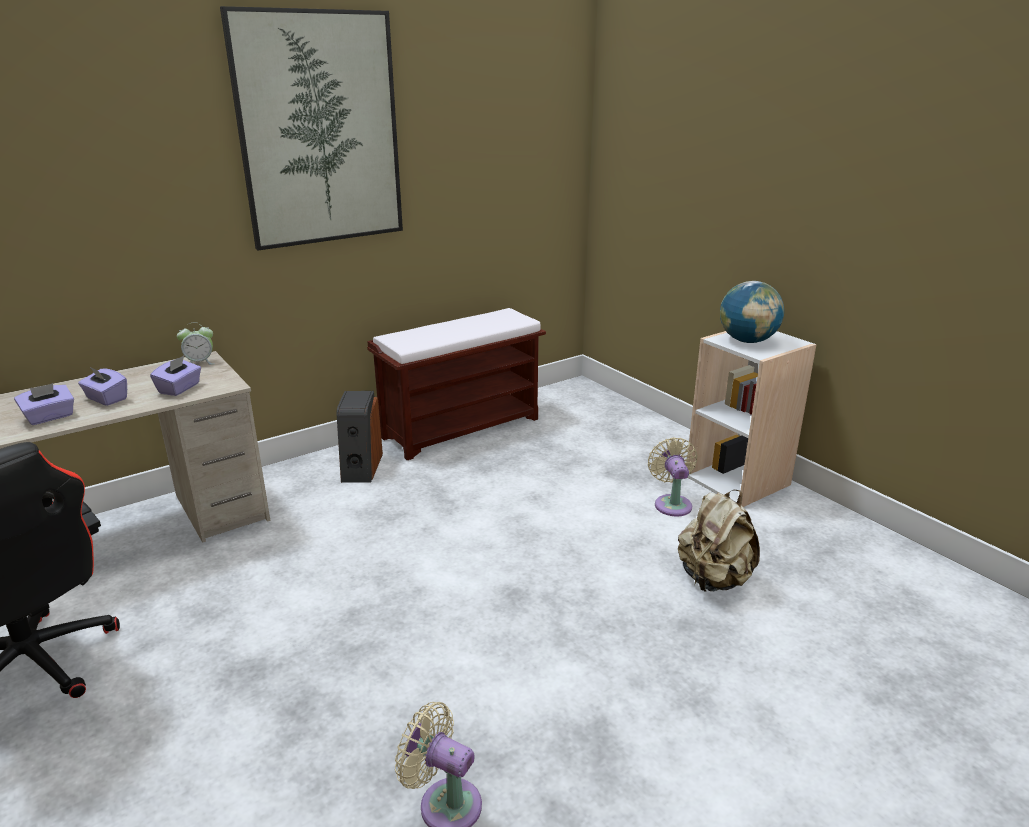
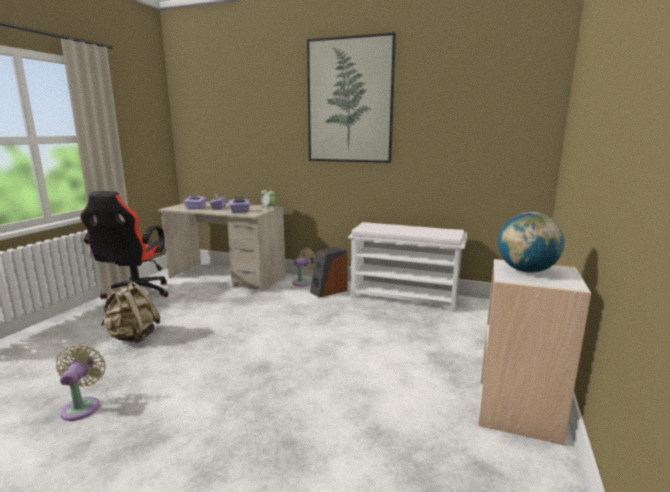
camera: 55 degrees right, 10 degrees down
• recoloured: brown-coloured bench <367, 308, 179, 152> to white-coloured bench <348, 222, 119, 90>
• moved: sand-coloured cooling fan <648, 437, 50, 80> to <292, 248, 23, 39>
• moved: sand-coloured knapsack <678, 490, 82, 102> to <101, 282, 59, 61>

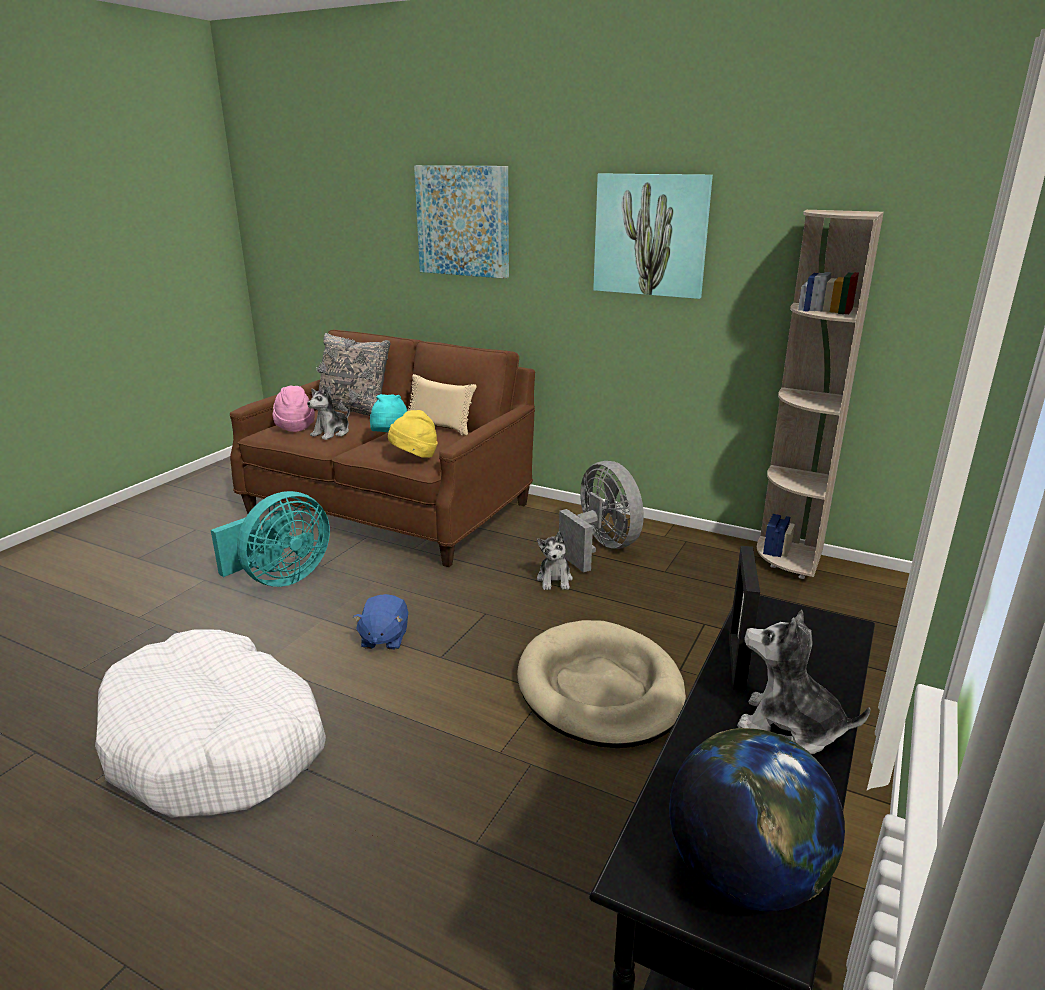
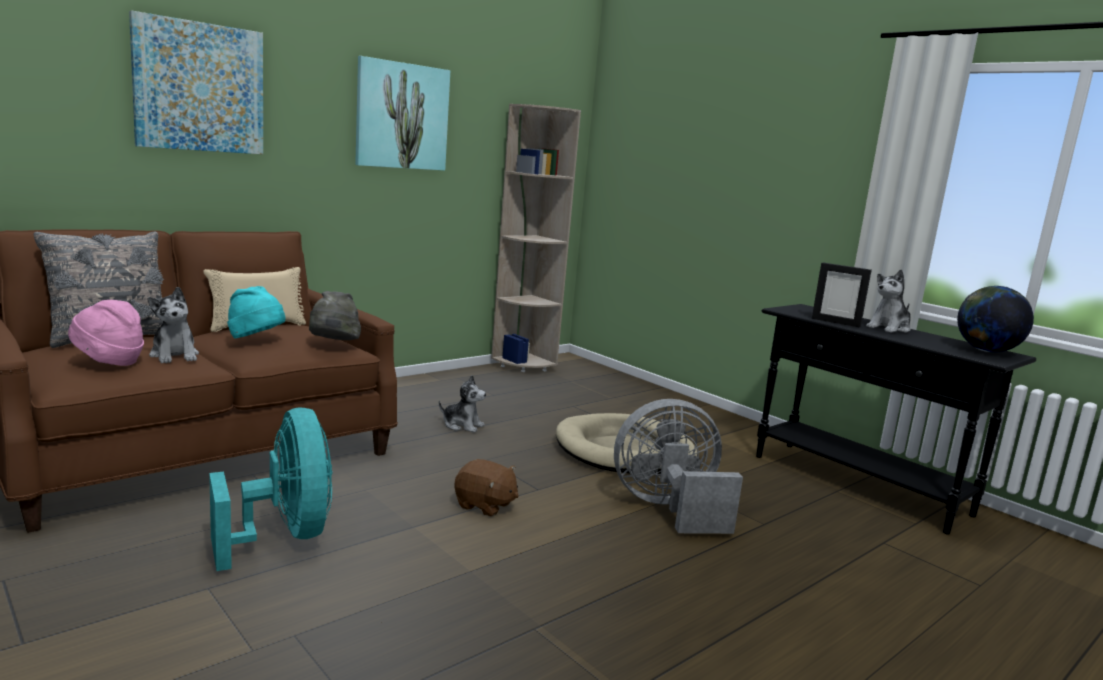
camera: 70 degrees left, 10 degrees down
• removed: white-coloured dog cushion <95, 629, 231, 189>
• recoloured: blue-coloured cuddly toy <353, 594, 55, 56> to brown-coloured cuddly toy <455, 459, 64, 58>
• recoloured: yellow wearable hat <388, 410, 50, 48> to grey wearable hat <309, 291, 52, 49>
• moved: grey cooling fan <559, 461, 85, 112> to <614, 399, 129, 135>

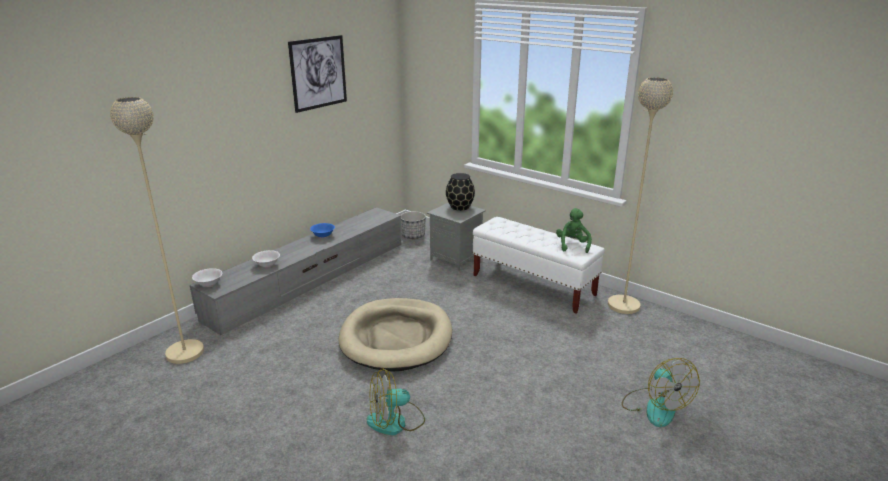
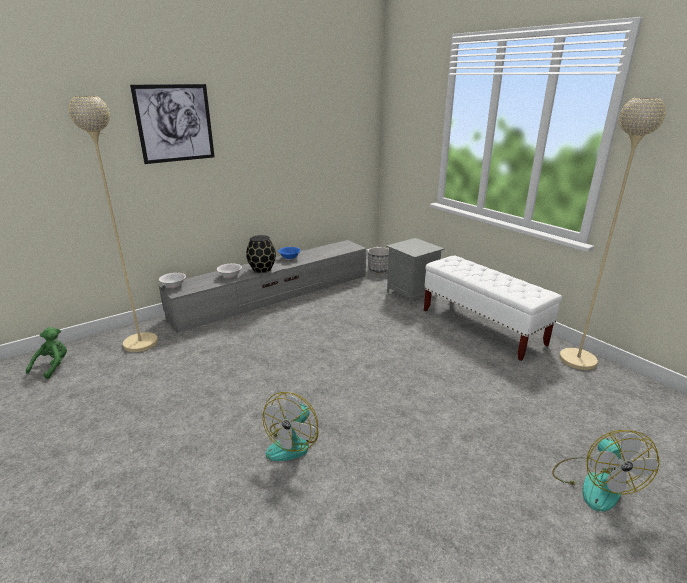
camera: 15 degrees right, 0 degrees up
• moved: wall art <288, 35, 59, 78> to <130, 84, 85, 80>
• removed: sand-coloured dog cushion <338, 298, 114, 74>
• turned: cooling fan <366, 368, 59, 67> = <263, 392, 55, 69> 60 degrees counterclockwise
• moved: blackish flower vase <446, 173, 29, 38> to <246, 235, 30, 38>
• moved: greenish cuddly toy <556, 208, 36, 45> to <26, 327, 41, 52>

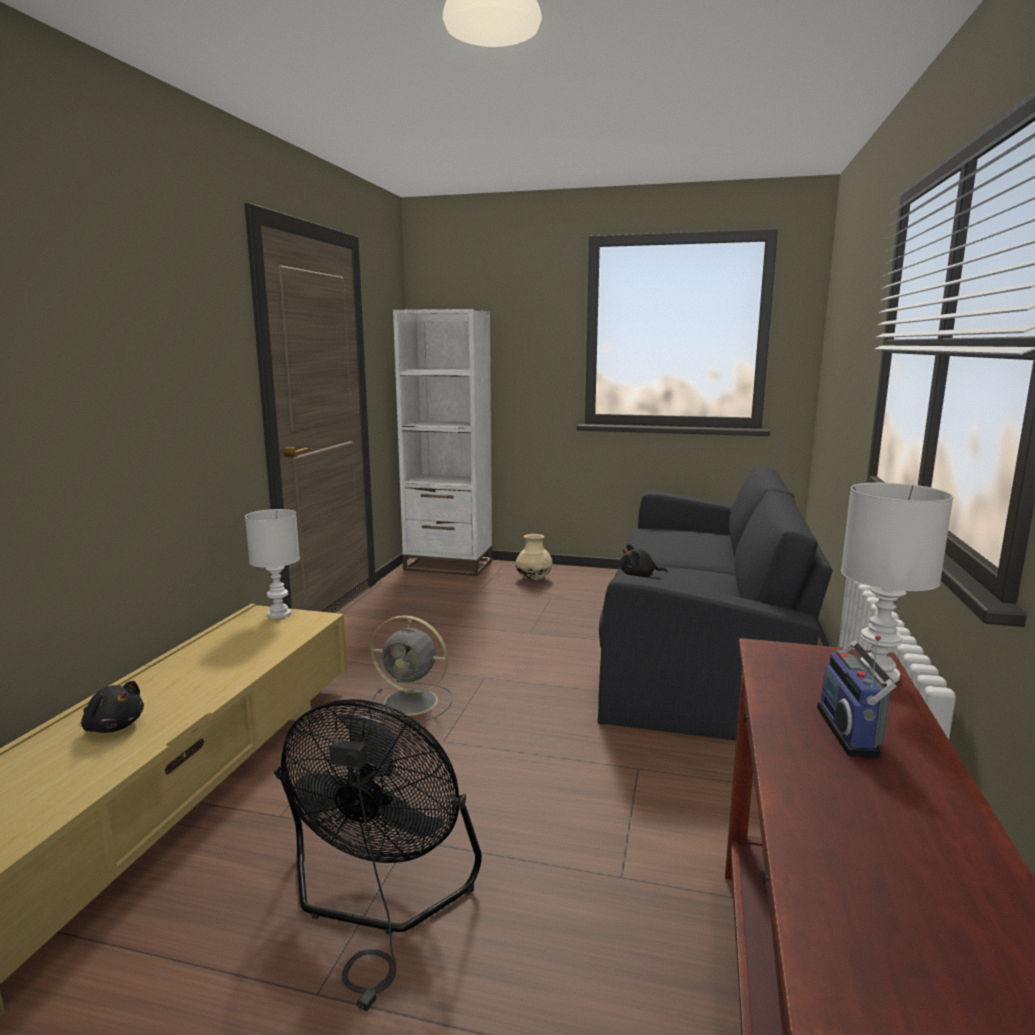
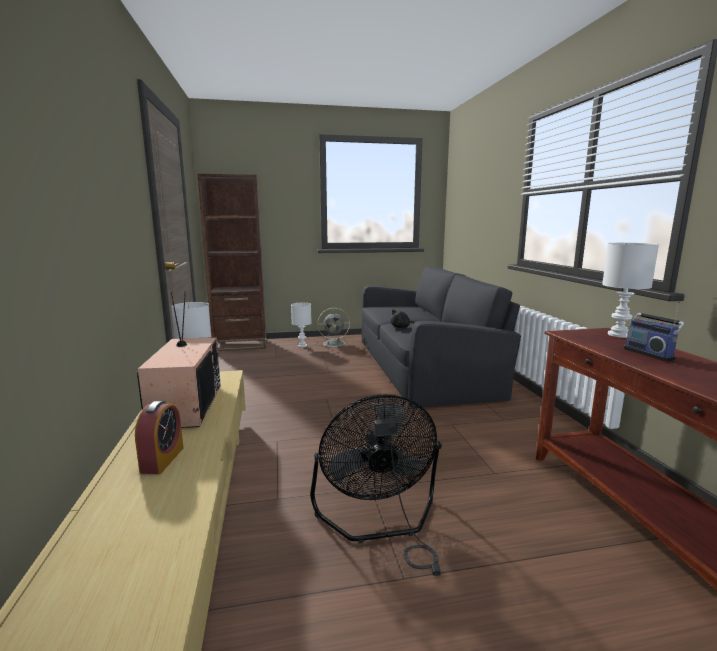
camera: 25 degrees left, 0 degrees up
• replaced: blackish cuddly toy <81, 681, 63, 52> to bedside clock <135, 401, 48, 73>
• moved: grey cooling fan <371, 615, 82, 107> to <317, 308, 33, 40>
• recoloured: white-coloured bookcase <393, 309, 100, 267> to brown-coloured bookcase <198, 174, 69, 177>
• replaced: sand-coloured flower vase <515, 534, 38, 46> to white-coloured lamp for a table <291, 303, 21, 44>
• added: TV set <137, 291, 84, 137>

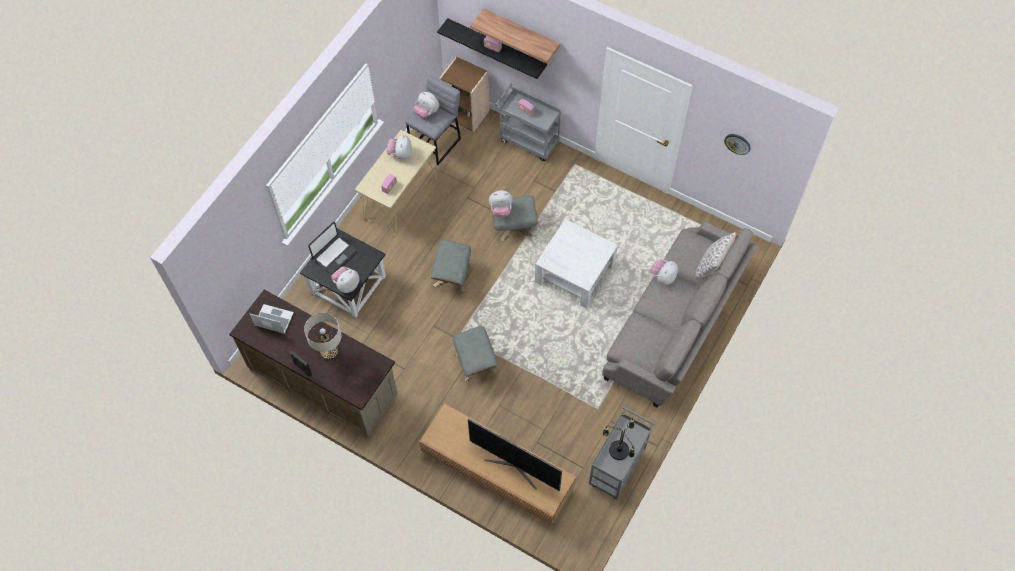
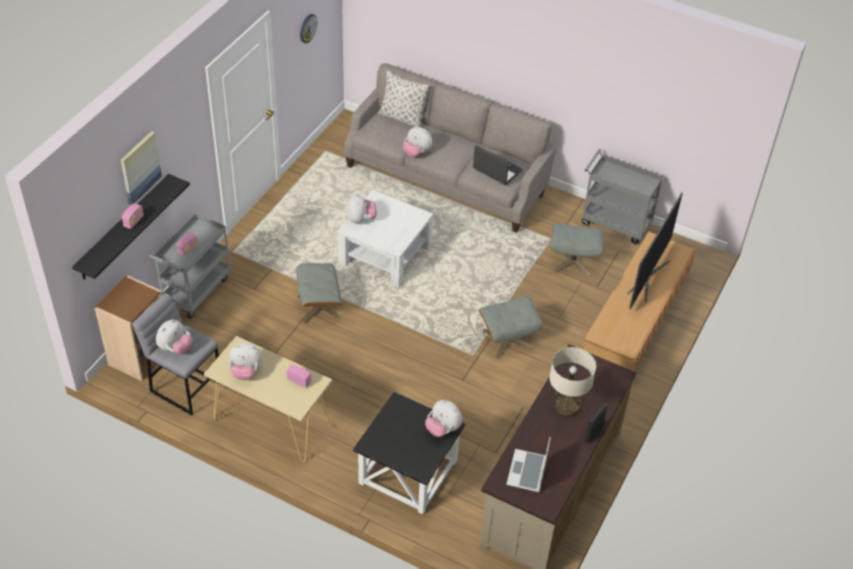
camera: 95 degrees left, 15 degrees down
• moved: notebook computer <308, 222, 49, 52> to <473, 145, 50, 40>
• moved: grey ottoman <431, 240, 40, 52> to <550, 224, 54, 53>
• replaced: bracket shelf <470, 8, 90, 56> to wall art <120, 131, 42, 74>
• moved: cuddly toy <489, 190, 24, 27> to <347, 193, 30, 31>
• removed: lamp for a table <603, 418, 32, 42>

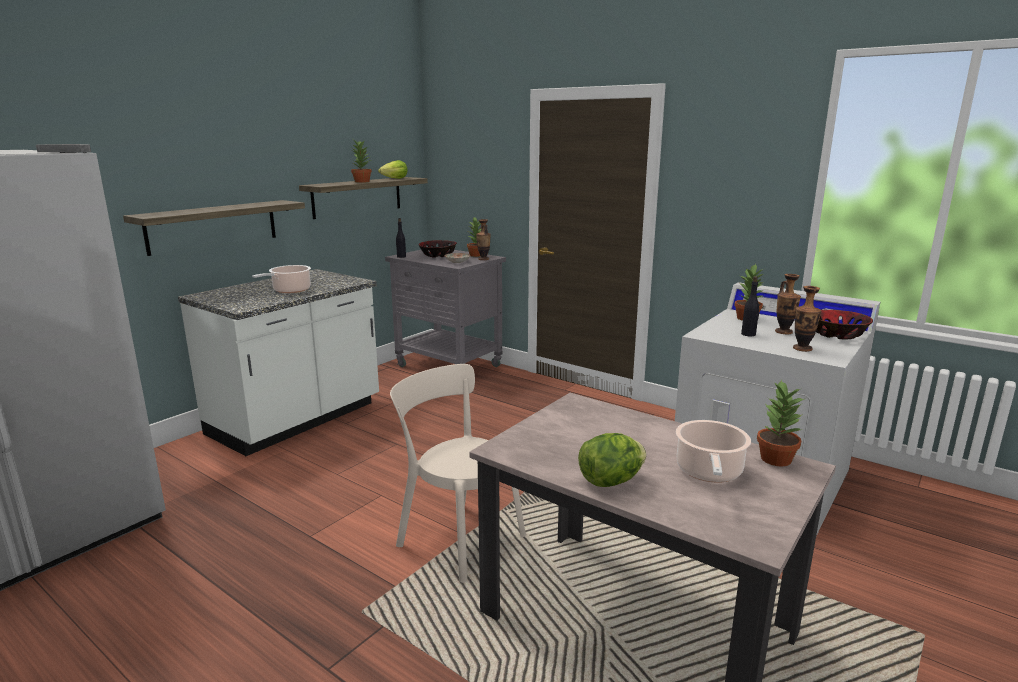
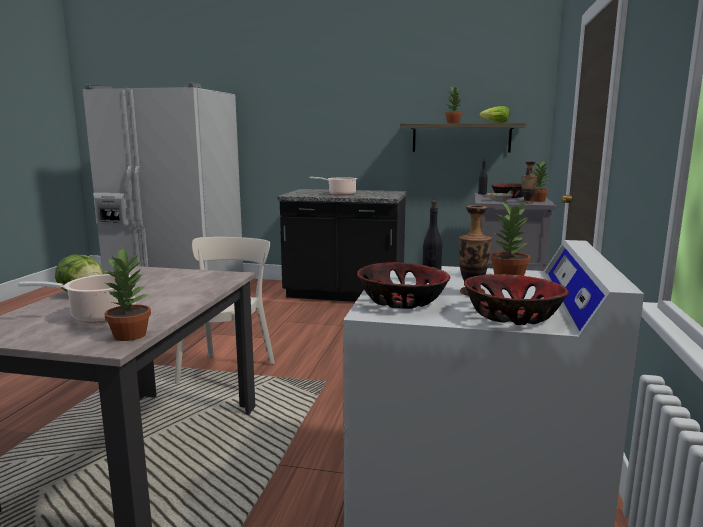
camera: 65 degrees right, 5 degrees down
• removed: bracket shelf <123, 200, 182, 56>
• recoloured: white-coloured kitchen base unit <178, 269, 201, 187> to blackish kitchen base unit <277, 189, 130, 113>
• replaced: flower vase <793, 286, 28, 66> to bowl <357, 262, 93, 47>

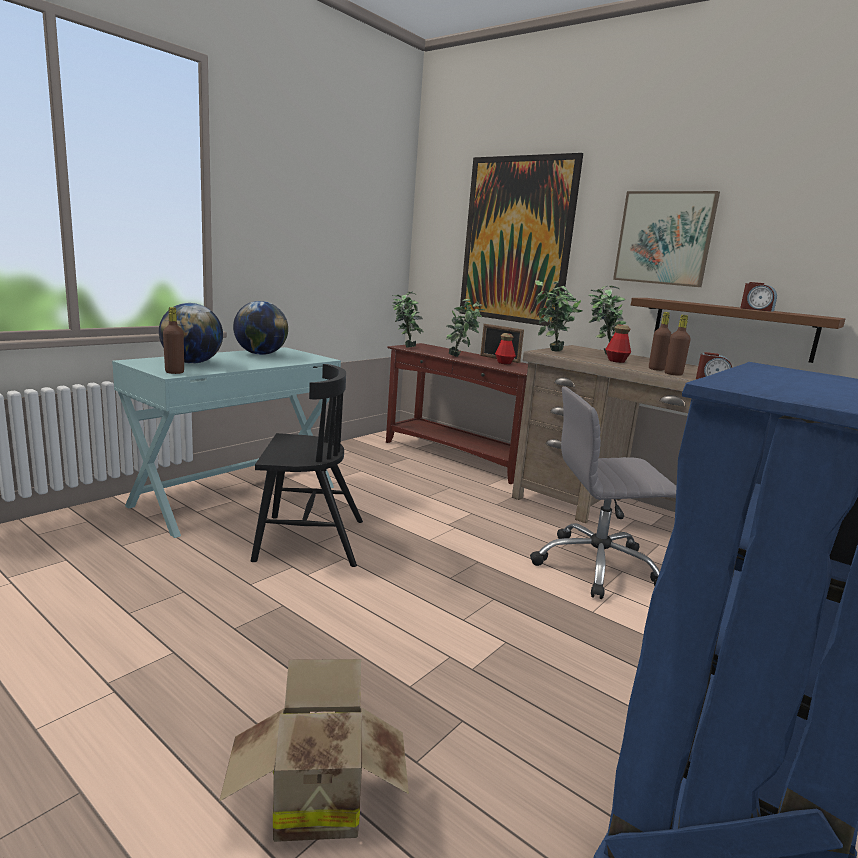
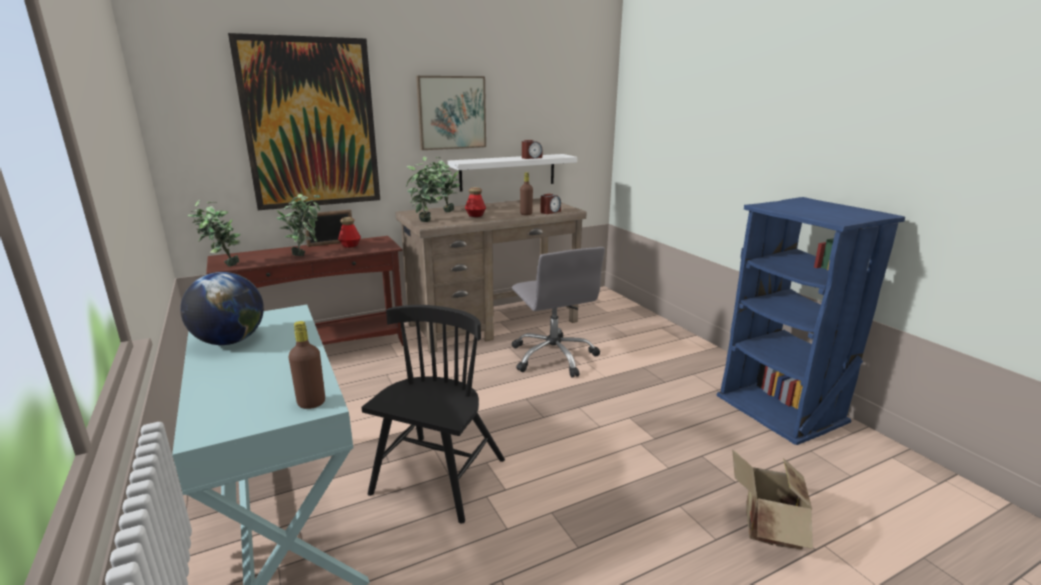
camera: 65 degrees left, 5 degrees up
• removed: world globe <159, 303, 64, 61>
• turned: grey computer chair <530, 386, 146, 213> = <511, 247, 94, 131> 45 degrees counterclockwise
• recoloured: brown-coloured bracket shelf <631, 298, 214, 65> to white-coloured bracket shelf <448, 154, 129, 38>
• removed: brown-coloured bottle <649, 312, 23, 59>

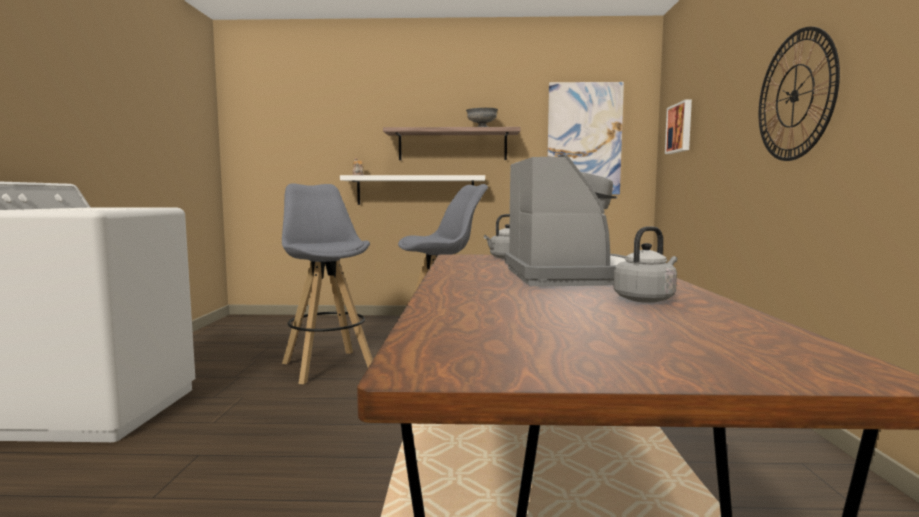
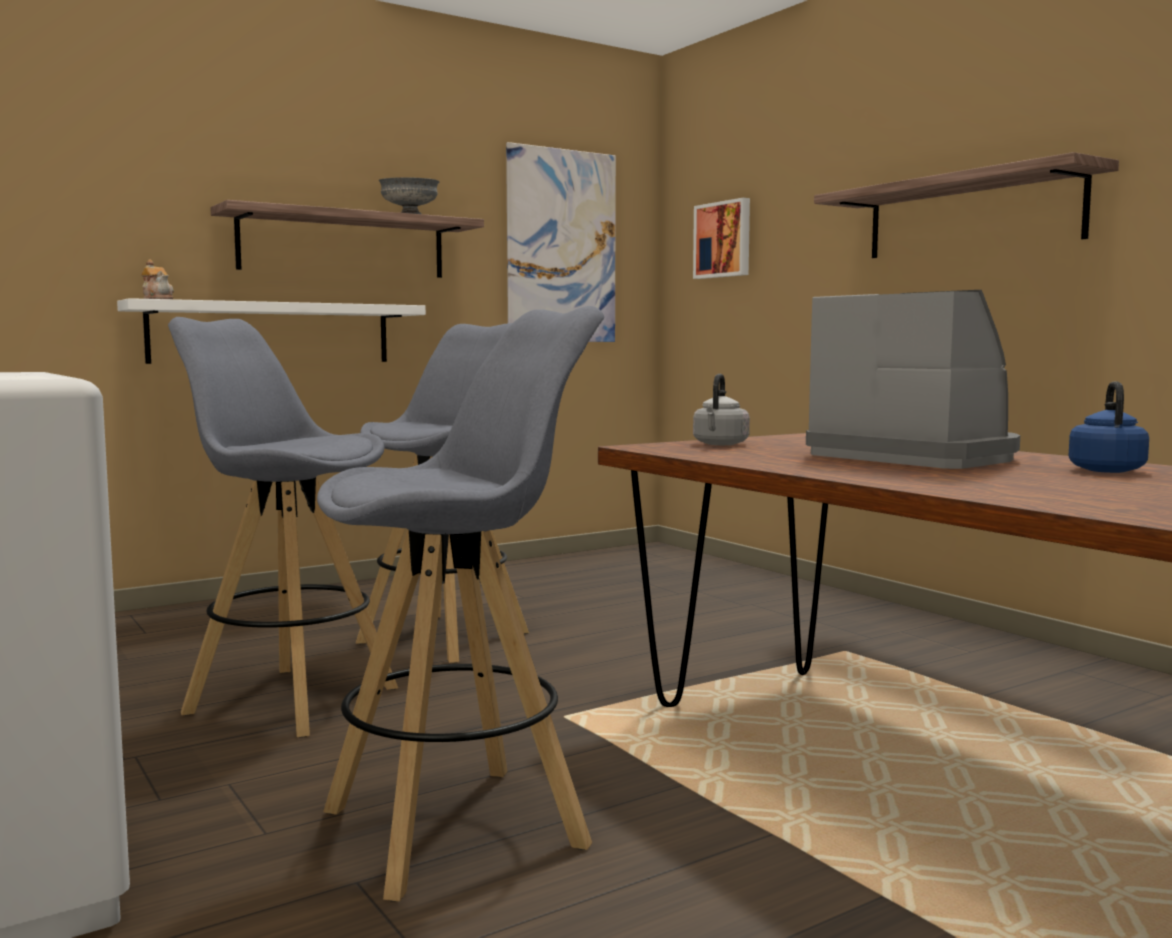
camera: 35 degrees left, 0 degrees up
• recoloured: grey kettle <613, 226, 64, 77> to blue-coloured kettle <1068, 381, 81, 92>
• replaced: clock on the wall <759, 27, 81, 134> to bracket shelf <814, 152, 305, 106>
• added: grey stool <317, 306, 287, 596>

